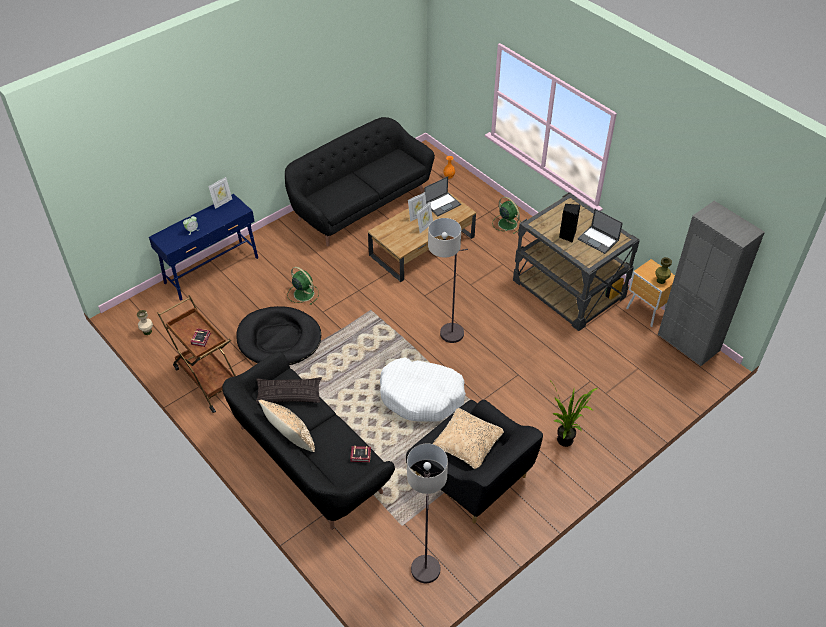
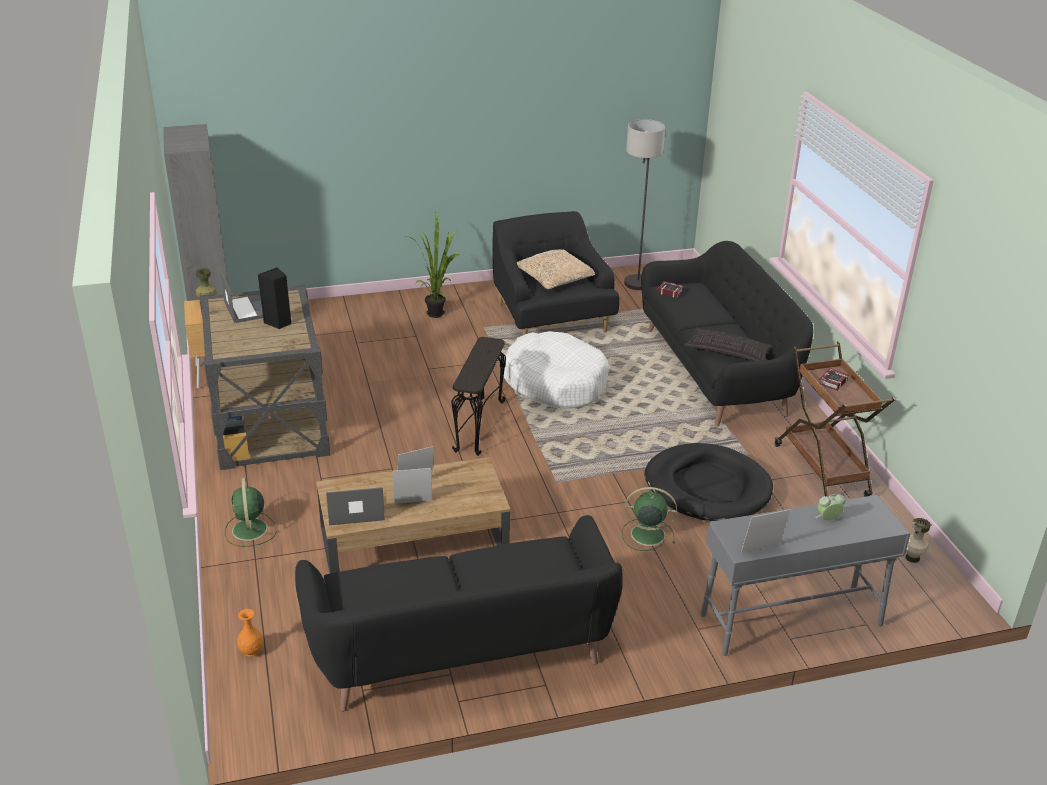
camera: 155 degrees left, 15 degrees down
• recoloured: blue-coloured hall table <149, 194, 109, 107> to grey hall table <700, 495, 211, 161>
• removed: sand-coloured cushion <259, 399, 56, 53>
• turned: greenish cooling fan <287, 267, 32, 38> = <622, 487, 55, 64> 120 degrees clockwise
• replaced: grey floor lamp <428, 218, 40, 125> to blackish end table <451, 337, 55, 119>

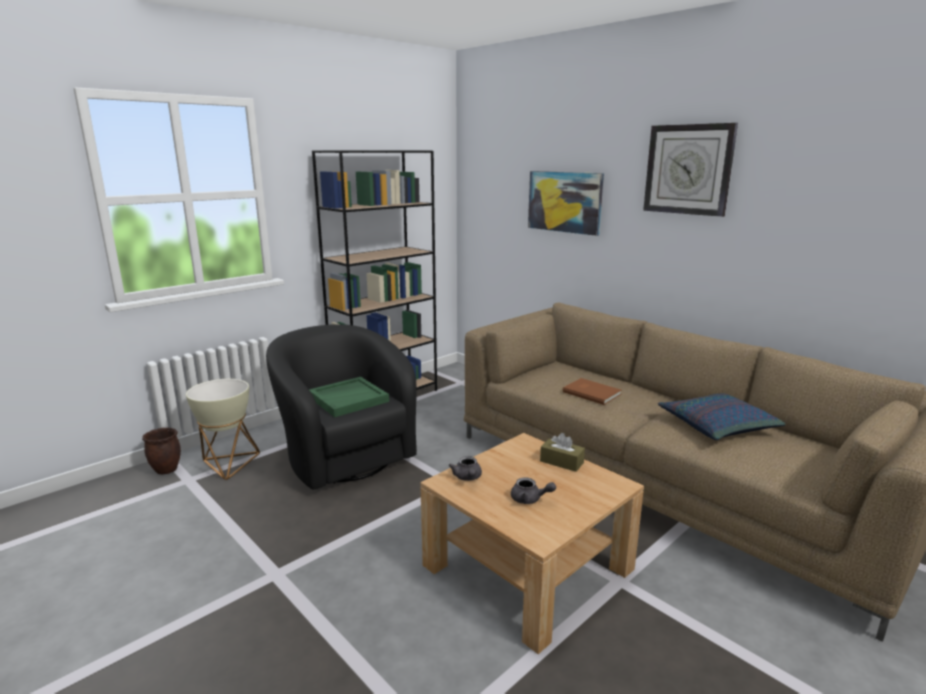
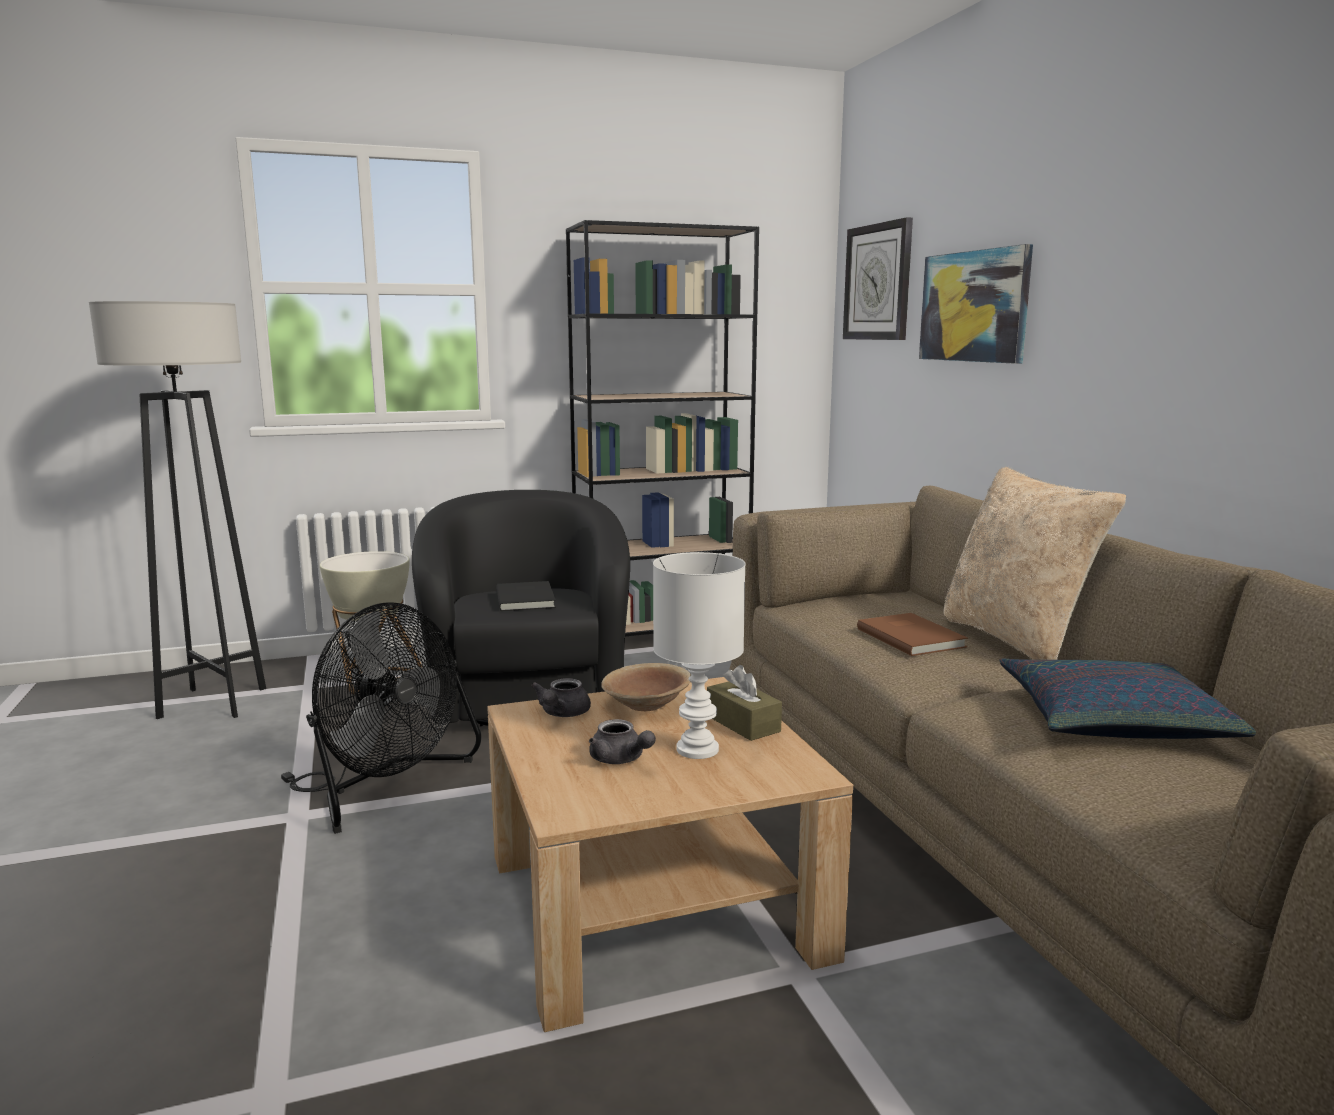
camera: 25 degrees right, 5 degrees down
• removed: brown-coloured plant pot <142, 427, 39, 48>
• replaced: greenish tray <309, 377, 80, 40> to blackish volume <496, 581, 60, 30>
• moved: clock on the wall <643, 123, 95, 94> to <843, 217, 70, 123>
• added: grey floor lamp <89, 301, 177, 418>
• added: blackish cooling fan <281, 602, 200, 232>
• added: brown-coloured bowl <601, 663, 90, 48>
• added: white-coloured lamp for a table <653, 552, 93, 207>
• added: sand-coloured cushion <944, 466, 183, 194>

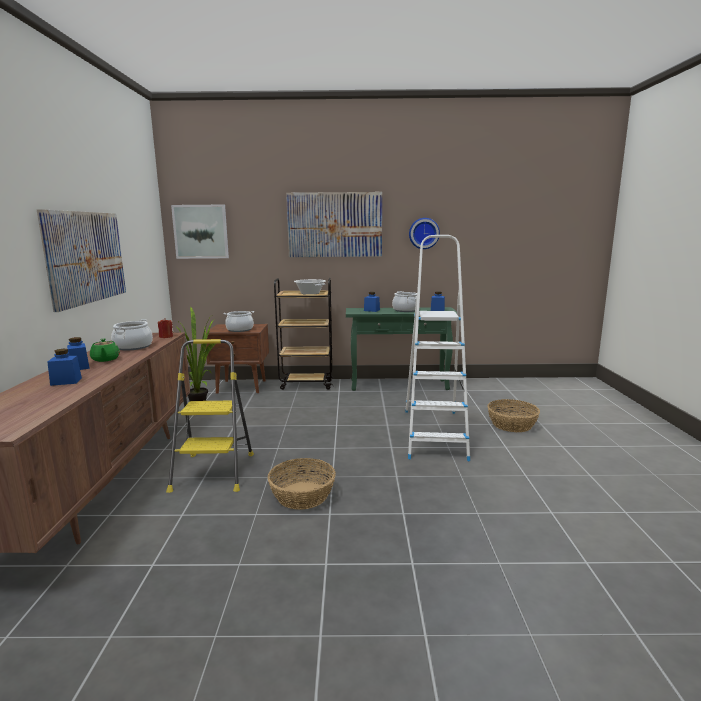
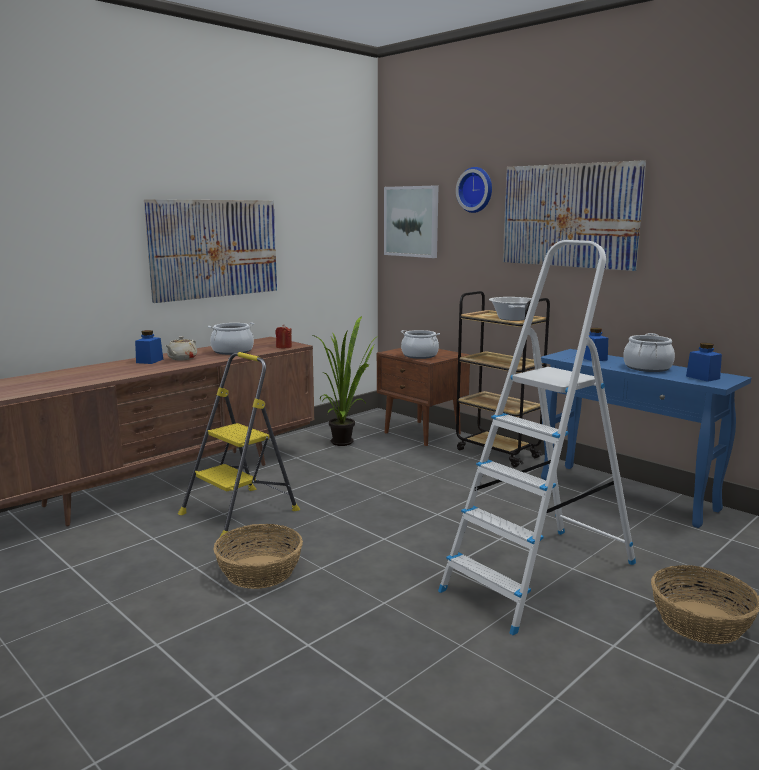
camera: 45 degrees right, 0 degrees up
• removed: blue-coloured storage jar <48, 349, 34, 37>
• recoloured: greenish teapot <90, 339, 30, 23> to sand-coloured teapot <165, 336, 32, 24>
• recoloured: greenish hall table <346, 307, 111, 84> to blue-coloured hall table <541, 349, 210, 179>
• moved: clock on the wall <409, 218, 31, 31> to <456, 167, 36, 46>

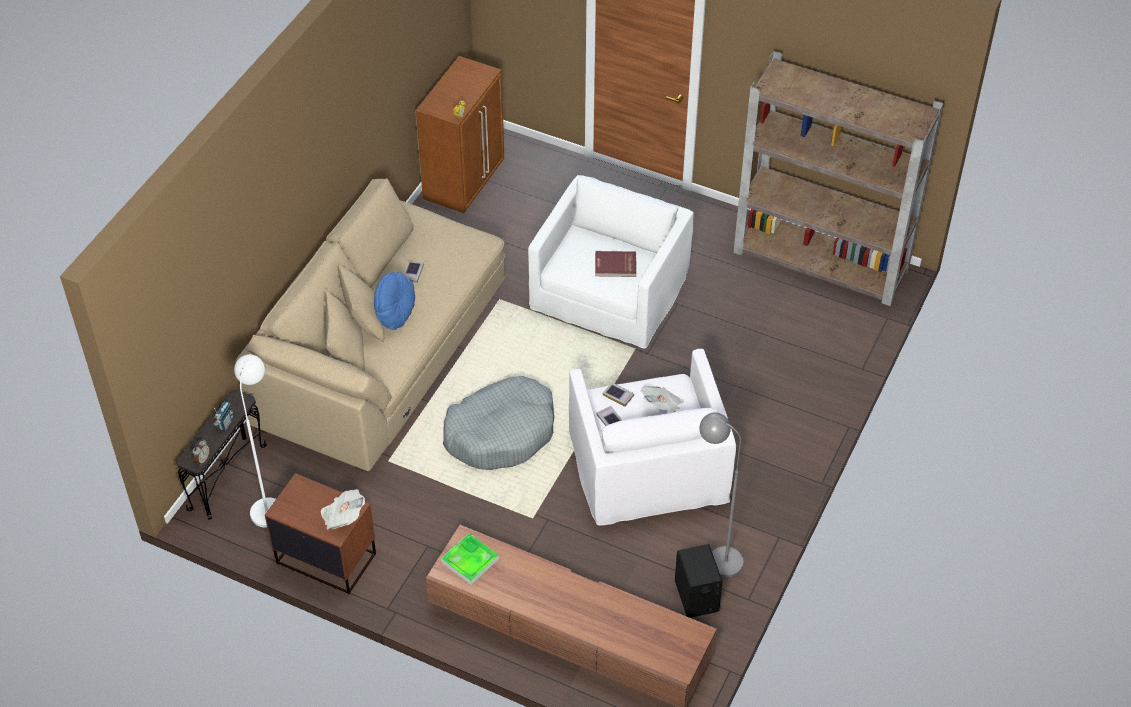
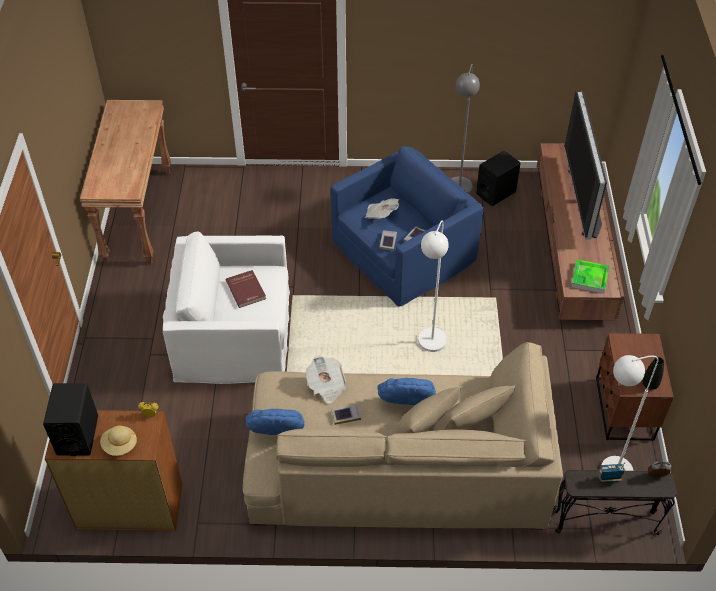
camera: 115 degrees left, 0 degrees up
• moved: printed paper <321, 489, 44, 41> to <306, 355, 41, 49>
• replaced: grey dog cushion <443, 376, 111, 94> to white-coloured floor lamp <418, 220, 31, 132>
• recoloured: white-coloured easy chair <569, 349, 167, 176> to blue-coloured easy chair <331, 146, 153, 160>
• replaced: brown-coloured bookcase <734, 51, 210, 255> to brown-coloured hall table <80, 100, 91, 165>
• added: blackish audio speaker <43, 383, 55, 73>
• added: sand-coloured wearable hat <100, 426, 37, 30>
• added: blue-coloured cushion <246, 409, 59, 26>
• added: TV set <565, 91, 42, 149>
• added: blackish flower vase <642, 357, 22, 33>

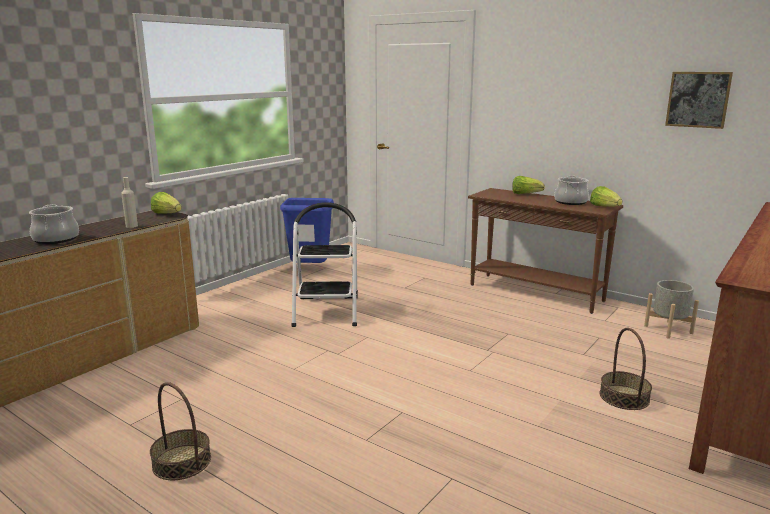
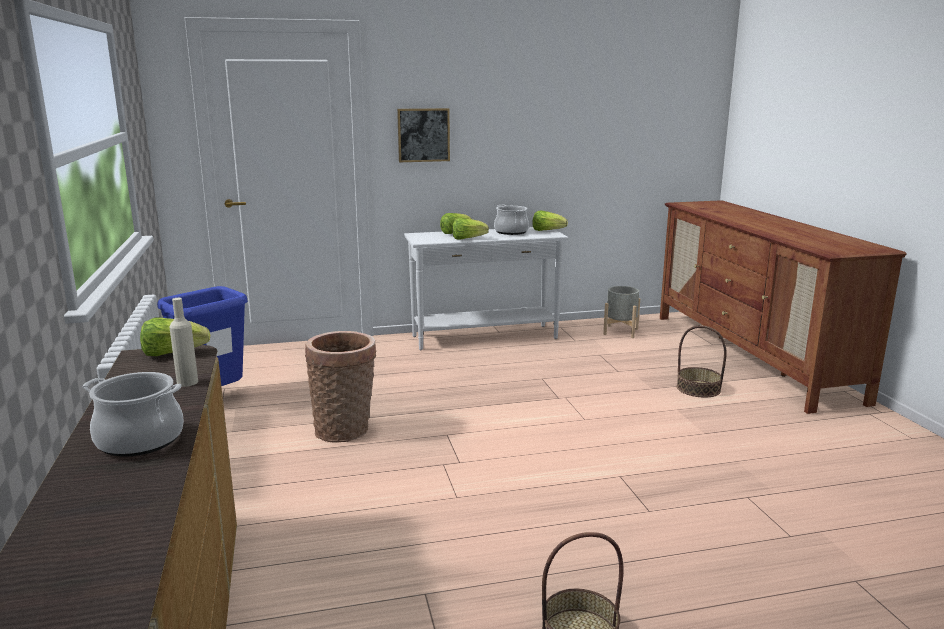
camera: 50 degrees left, 0 degrees up
• replaced: step stool <291, 202, 67, 125> to household basket <305, 331, 72, 111>
• recoloured: brown-coloured hall table <468, 188, 155, 126> to white-coloured hall table <404, 227, 164, 123>
• moved: wall art <665, 72, 68, 57> to <397, 108, 53, 54>
• added: lettuce head <452, 218, 37, 22>

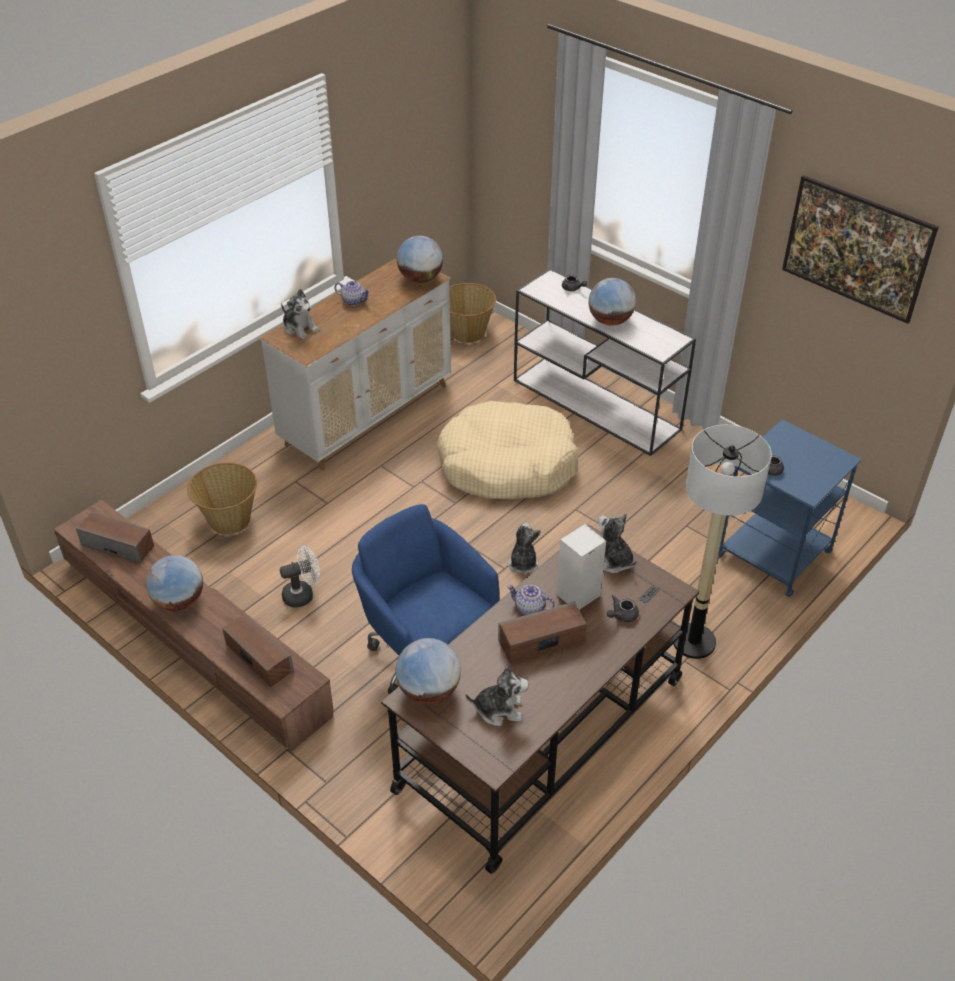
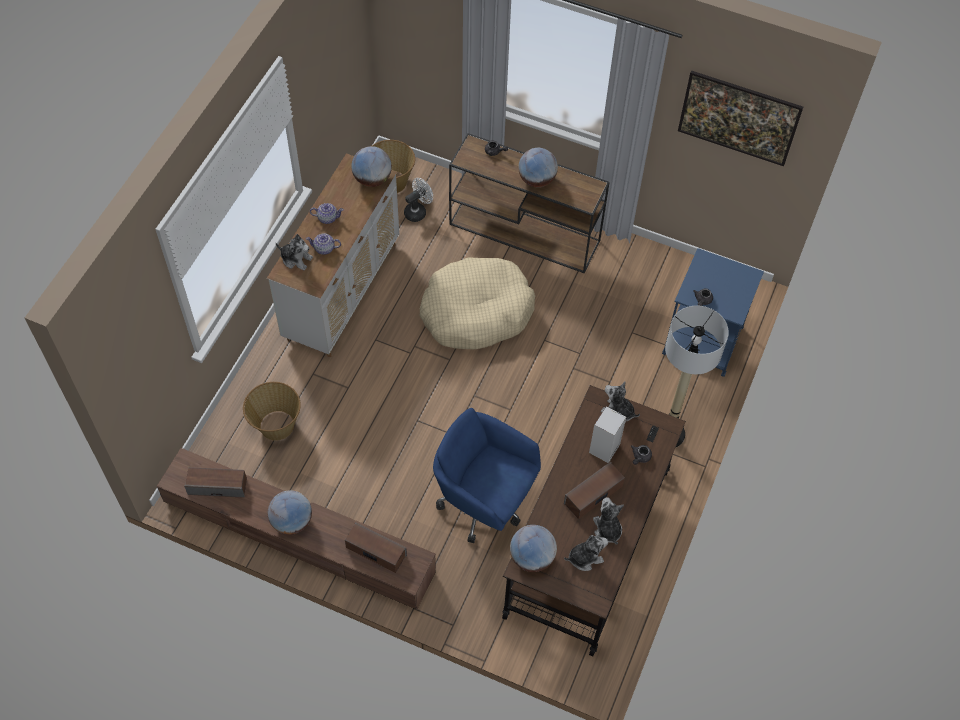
camera: 20 degrees left, 15 degrees up
• moved: white-coloured cooling fan <280, 546, 40, 62> to <404, 178, 29, 44>
• moved: teapot <507, 585, 48, 30> to <306, 233, 35, 22>
• moved: cuddly toy <508, 523, 33, 51> to <593, 497, 31, 48>
• recoloured: white-coloured hall table <514, 269, 182, 187> to brown-coloured hall table <449, 133, 161, 140>

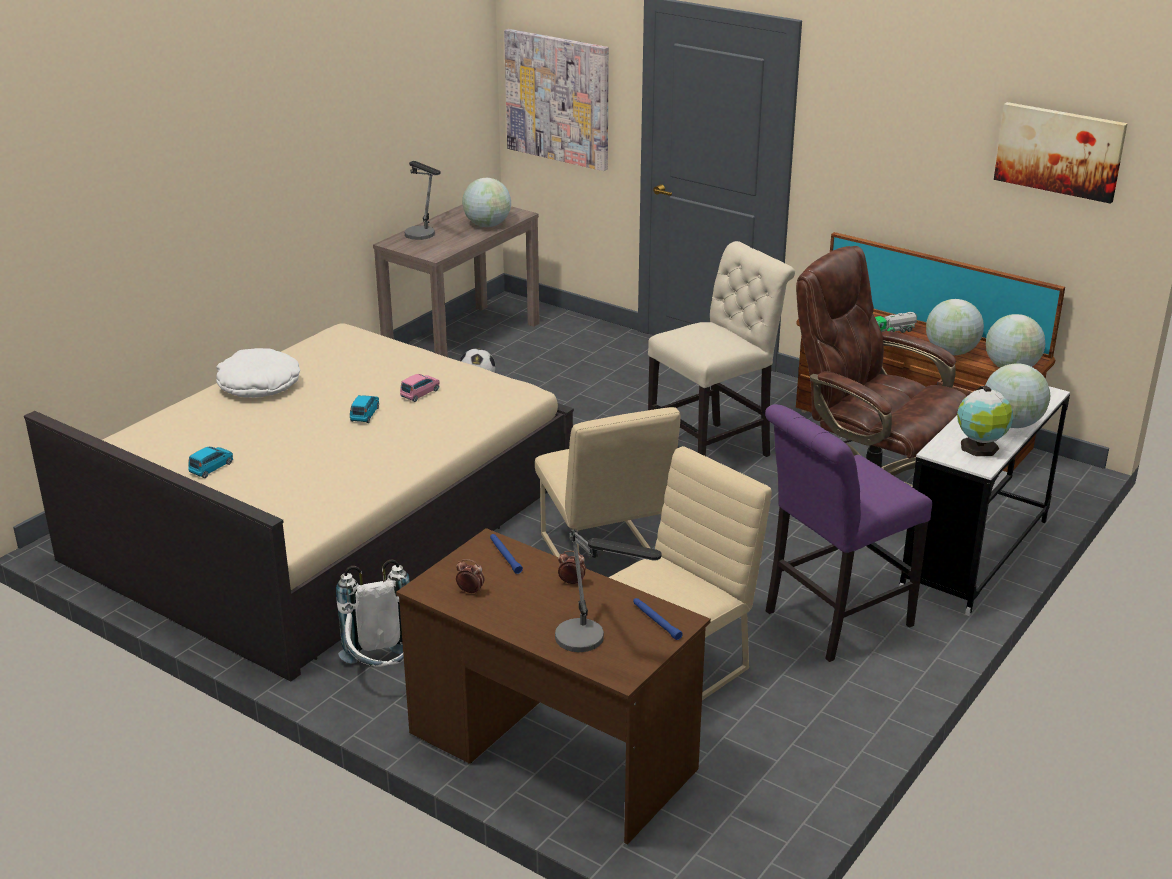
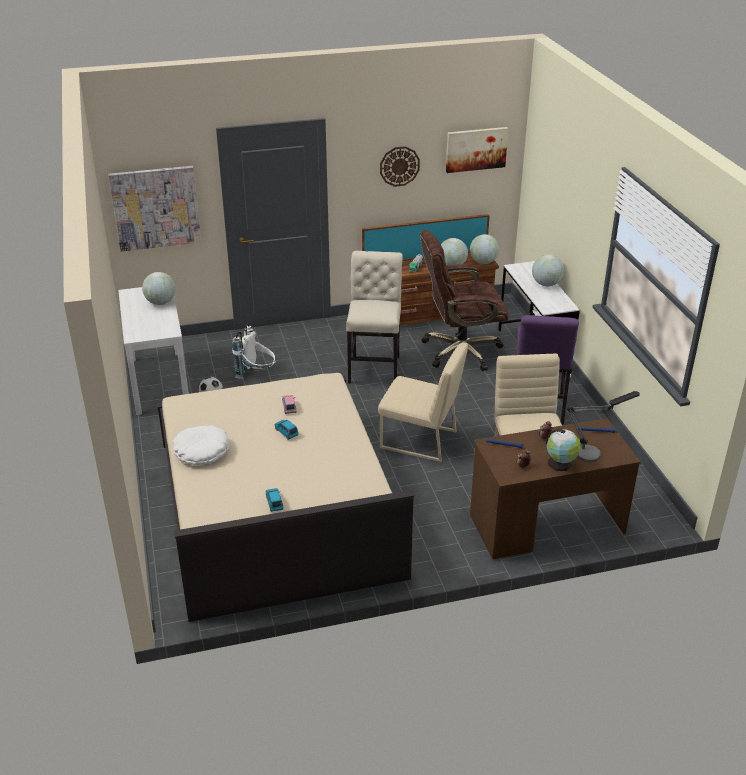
camera: 50 degrees left, 5 degrees up
• moved: white-coloured knapsack <336, 560, 74, 107> to <232, 323, 44, 56>
• recoloured: brown-coloured hall table <373, 205, 167, 152> to white-coloured hall table <118, 287, 71, 128>
• removed: lamp for a table <405, 161, 36, 79>
• moved: world globe <957, 386, 56, 70> to <546, 429, 35, 42>
• added: clock on the wall <380, 146, 40, 41>

